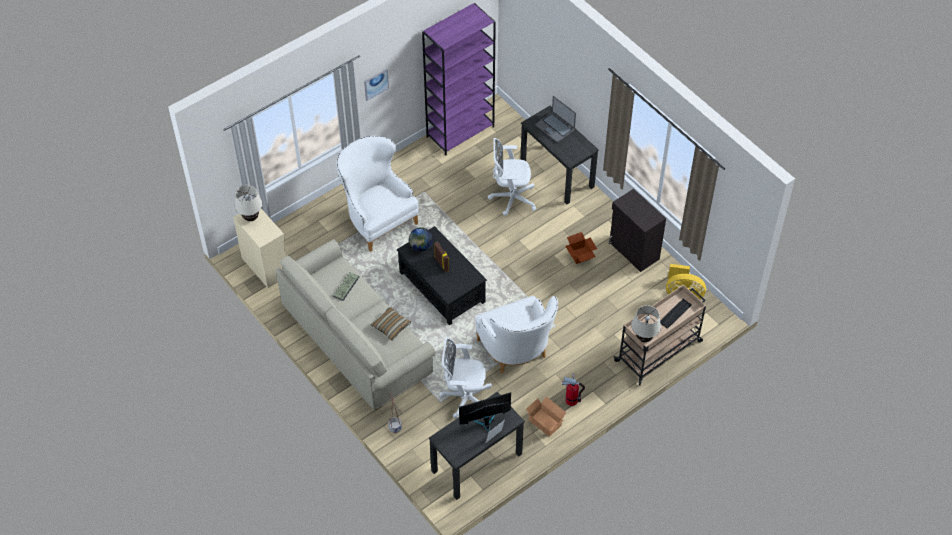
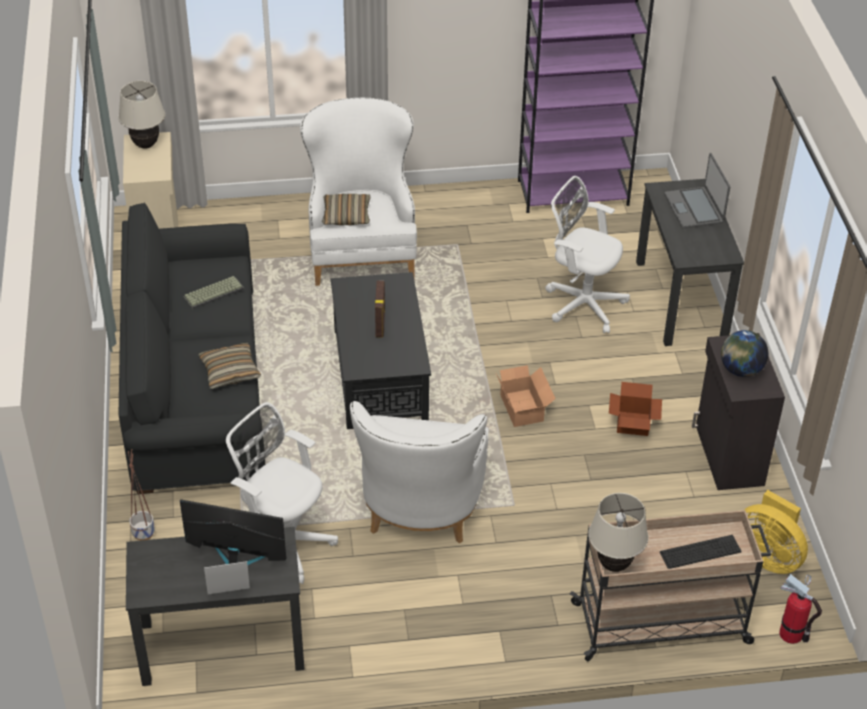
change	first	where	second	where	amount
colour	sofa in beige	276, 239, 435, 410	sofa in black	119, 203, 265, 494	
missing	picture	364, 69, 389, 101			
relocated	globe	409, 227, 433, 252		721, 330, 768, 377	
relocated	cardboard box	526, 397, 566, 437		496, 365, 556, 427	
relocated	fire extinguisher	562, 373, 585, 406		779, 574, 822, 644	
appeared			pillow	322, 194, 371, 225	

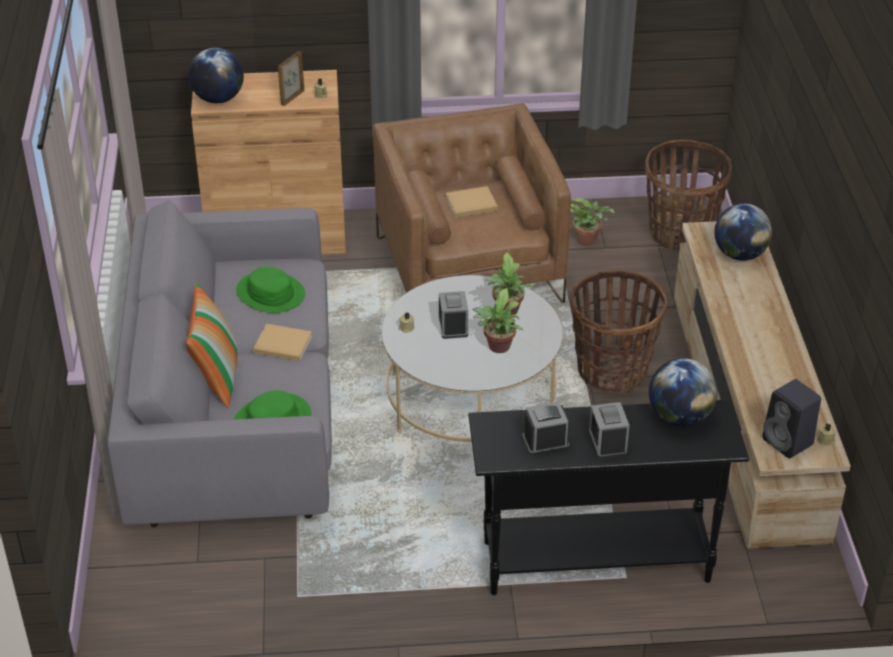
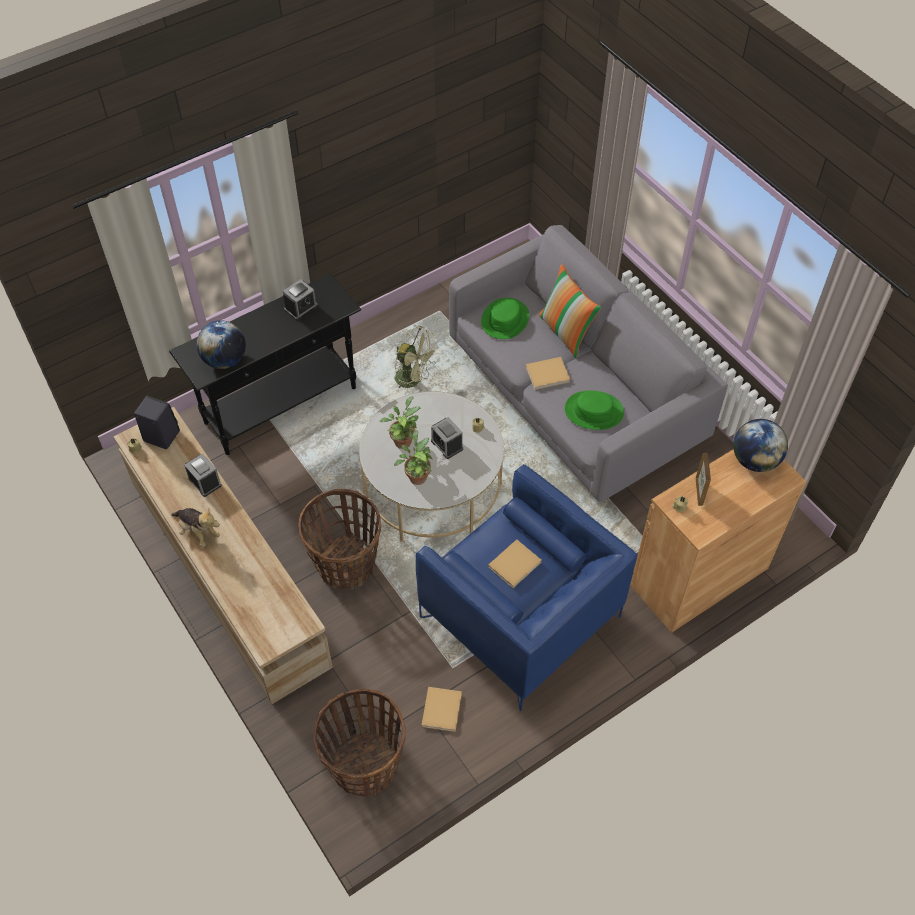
change	first	where	second	where	amount
colour	armchair in brown	373, 103, 571, 303	armchair in blue	416, 464, 637, 711	
exchanged	potted plant	571, 198, 615, 246	book in beige	421, 687, 462, 732	
relocated	alarm clock	588, 402, 629, 459		184, 453, 222, 497	
missing	globe	714, 203, 772, 261			
appeared			plush toy	171, 508, 220, 547	
appeared			fan in green	395, 326, 438, 388	

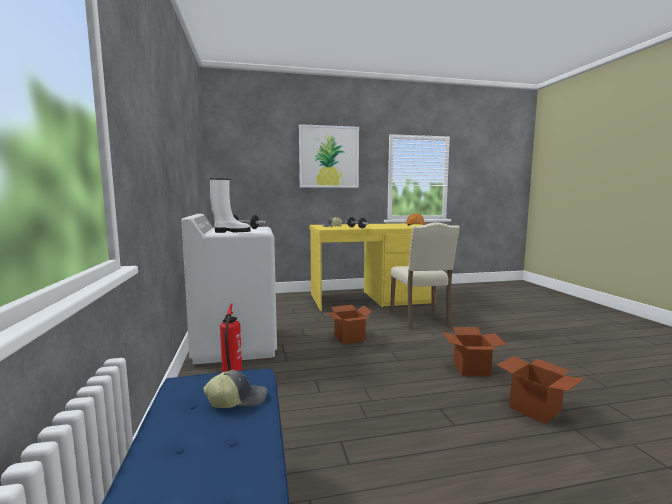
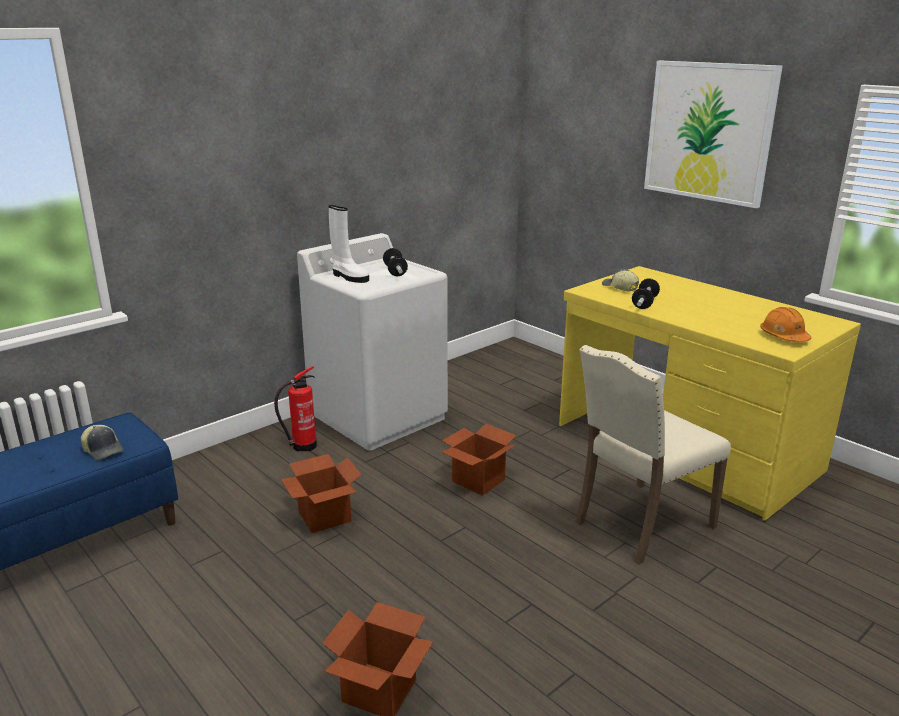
change	first	where	second	where	amount
relocated	cardboard box	442, 327, 507, 376		281, 454, 361, 533	

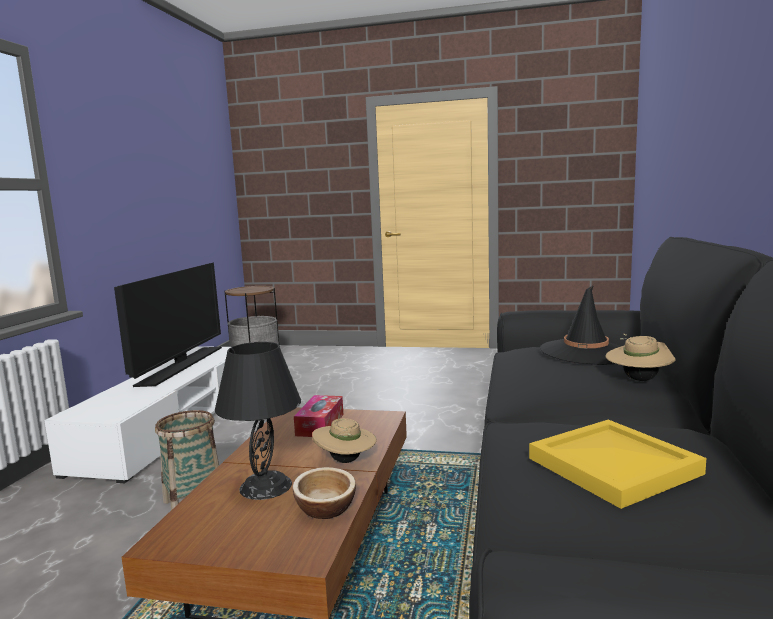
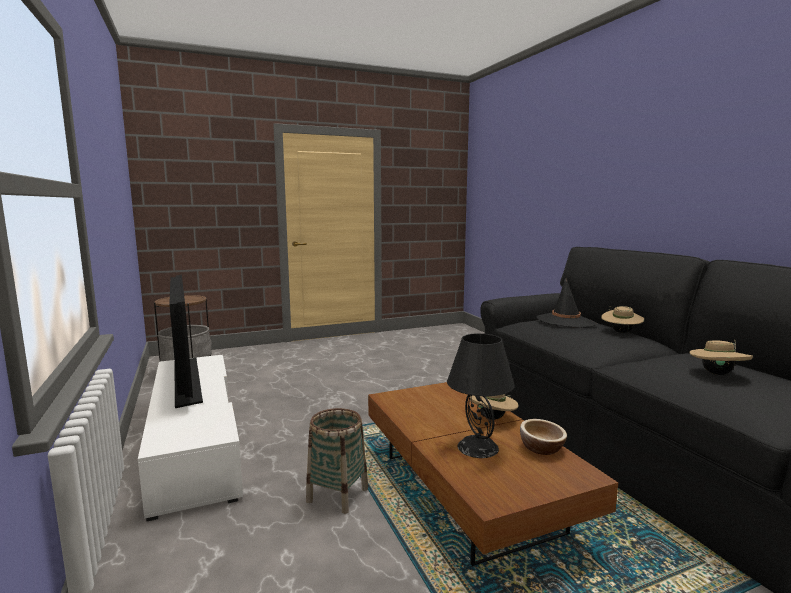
change	first	where	second	where	amount
missing	tissue box	294, 395, 344, 437			
exchanged	tray in yellow	529, 420, 706, 509	hat in beige	689, 340, 753, 375	

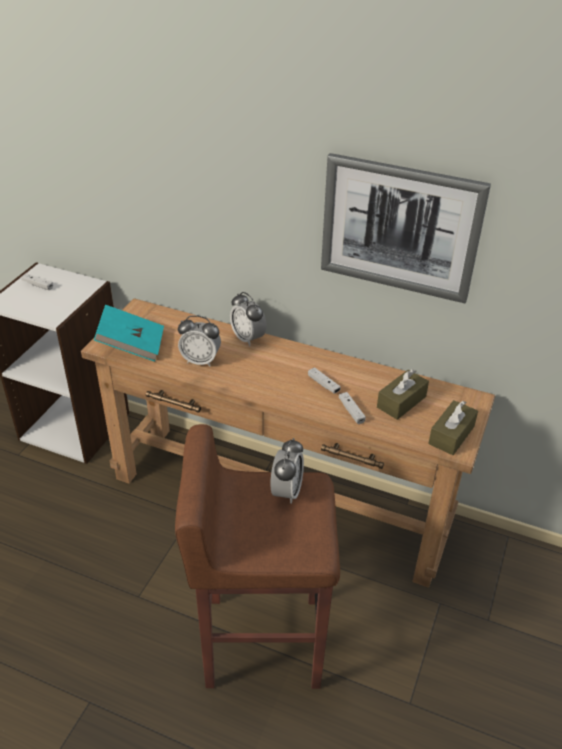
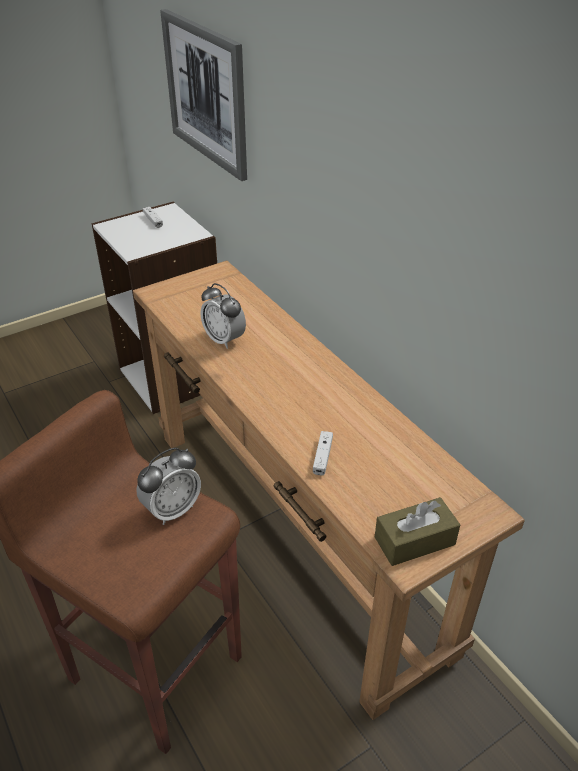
change	first	where	second	where	amount
missing	book in turquoise	94, 305, 164, 362			
missing	alarm clock	230, 292, 266, 346			
missing	game controller in white	308, 367, 341, 394			
relocated	picture	321, 153, 491, 303		160, 9, 247, 181	
missing	tissue box in brown	377, 369, 429, 420			

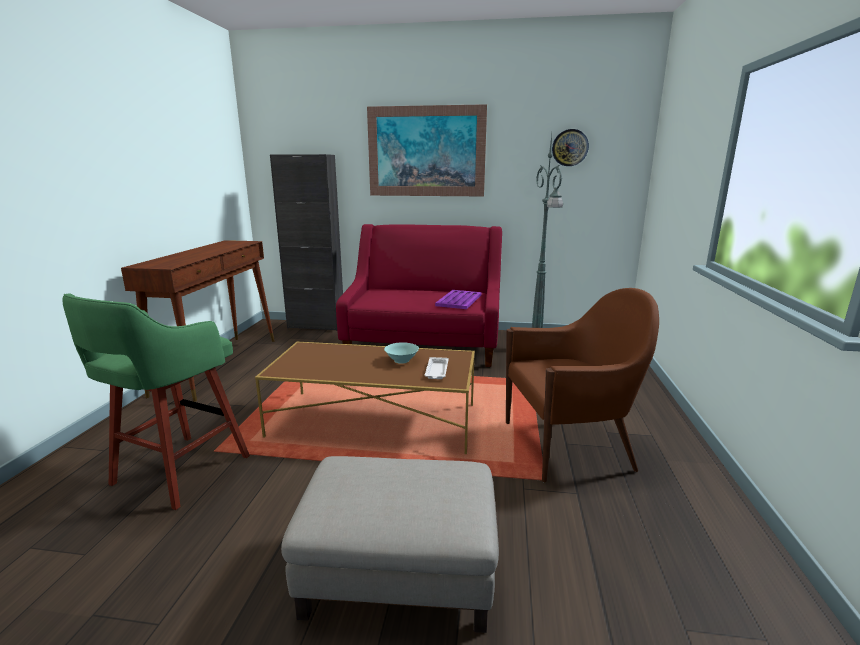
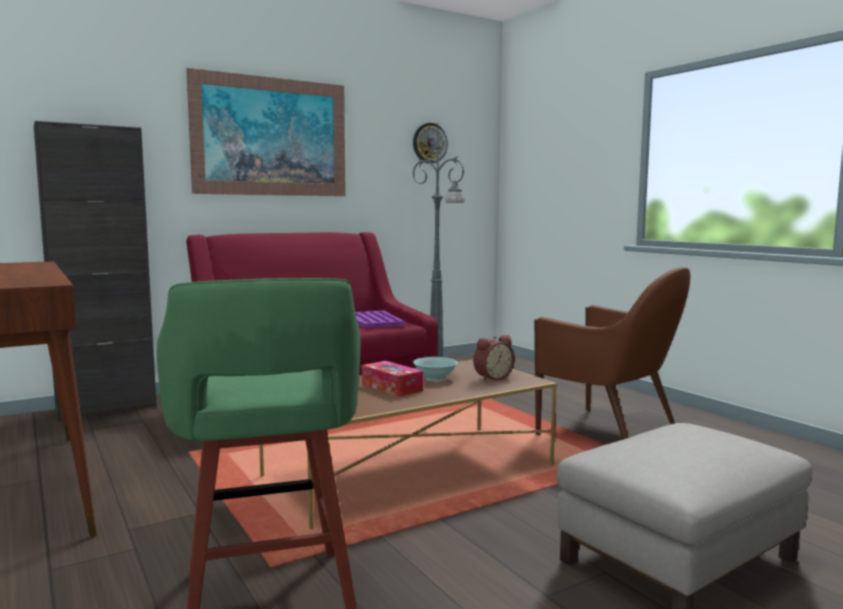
change	first	where	second	where	amount
exchanged	tray in white	425, 357, 449, 379	alarm clock	473, 335, 515, 381	
spun	armchair in brown	506, 288, 659, 483		534, 267, 690, 439	90 degrees clockwise
appeared			tissue box	362, 361, 423, 397	

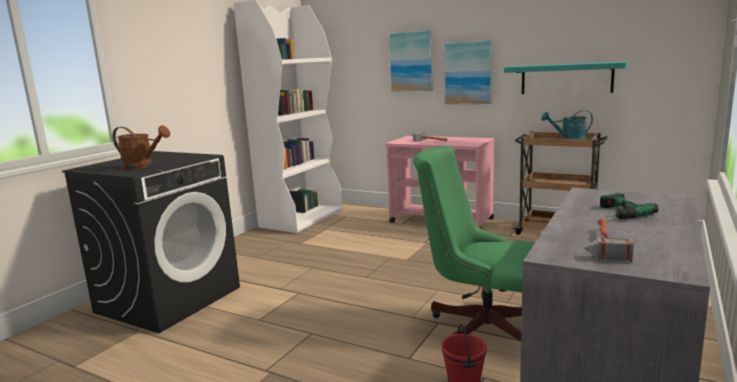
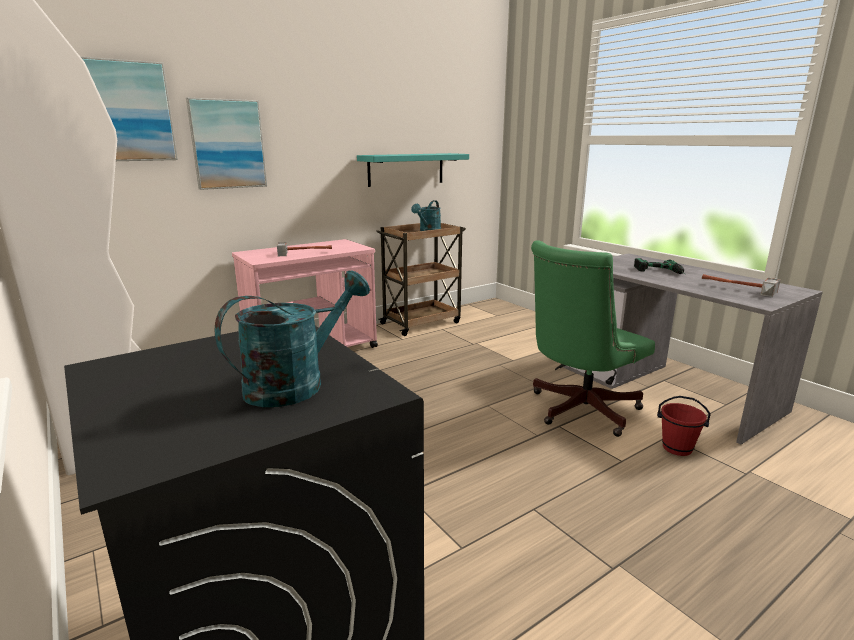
change	first	where	second	where	amount
colour	watering can in brown	113, 125, 170, 170	watering can in turquoise	214, 271, 370, 407	
relocated	picture	443, 40, 493, 104		81, 57, 178, 161	

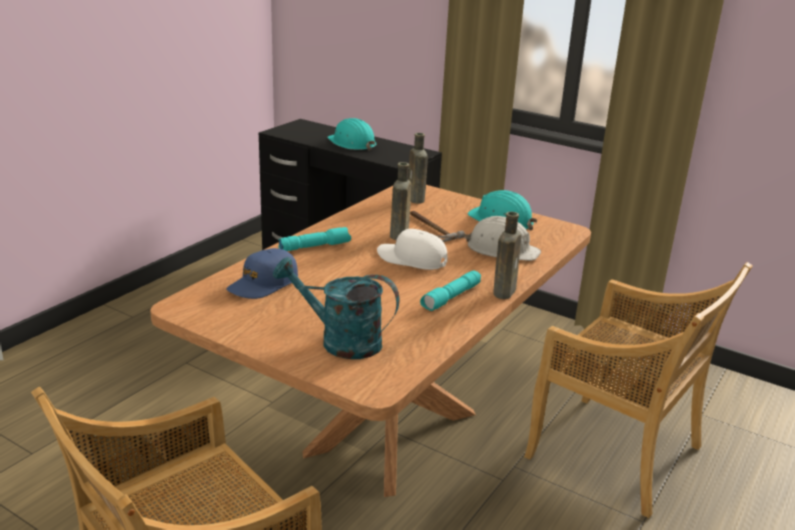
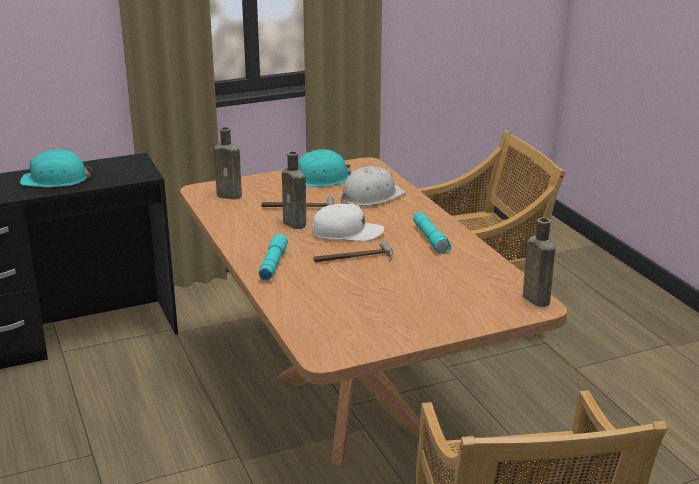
change	first	where	second	where	amount
missing	cap in blue	226, 248, 298, 299			
missing	watering can in turquoise	273, 257, 399, 359			
spun	cap in white	377, 229, 448, 270		312, 204, 384, 241	150 degrees counterclockwise
relocated	bottle in brown	493, 212, 522, 299		523, 218, 556, 307	
appeared			hammer	313, 241, 393, 262	

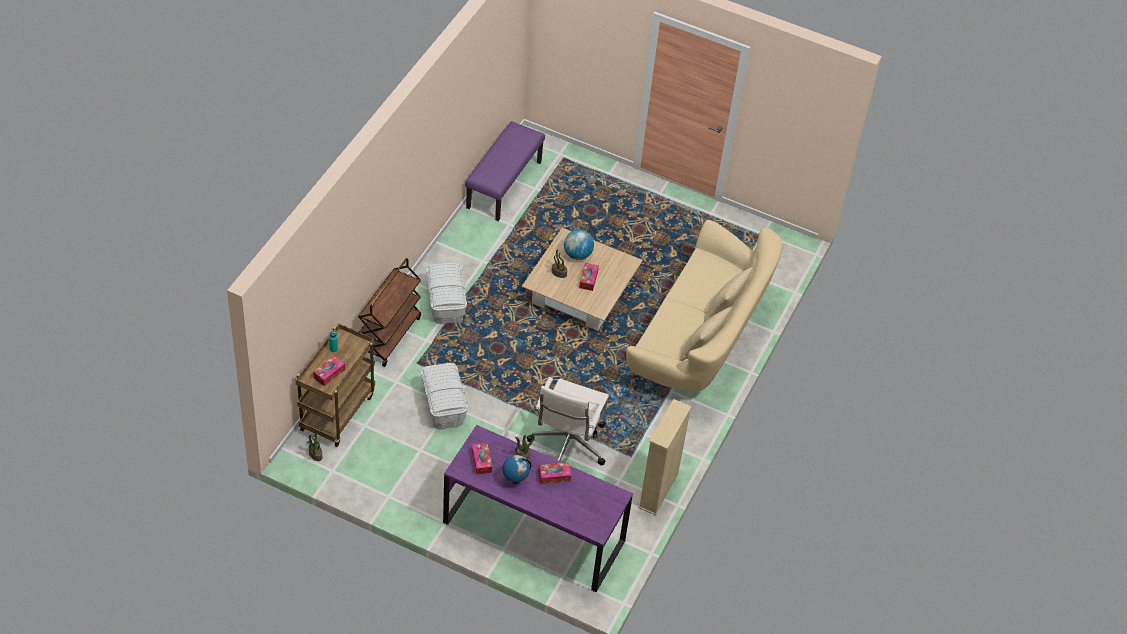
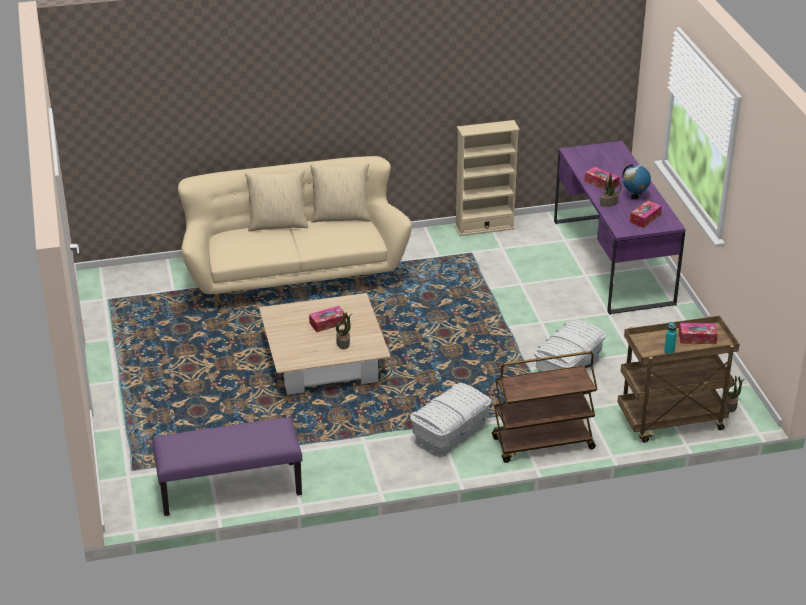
change	first	where	second	where	amount
missing	office chair in white	527, 377, 609, 465			
missing	globe	564, 230, 594, 260			

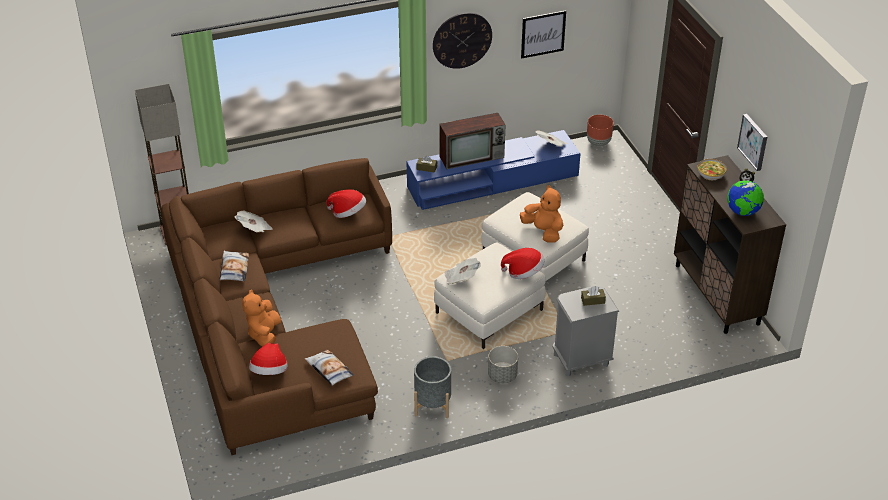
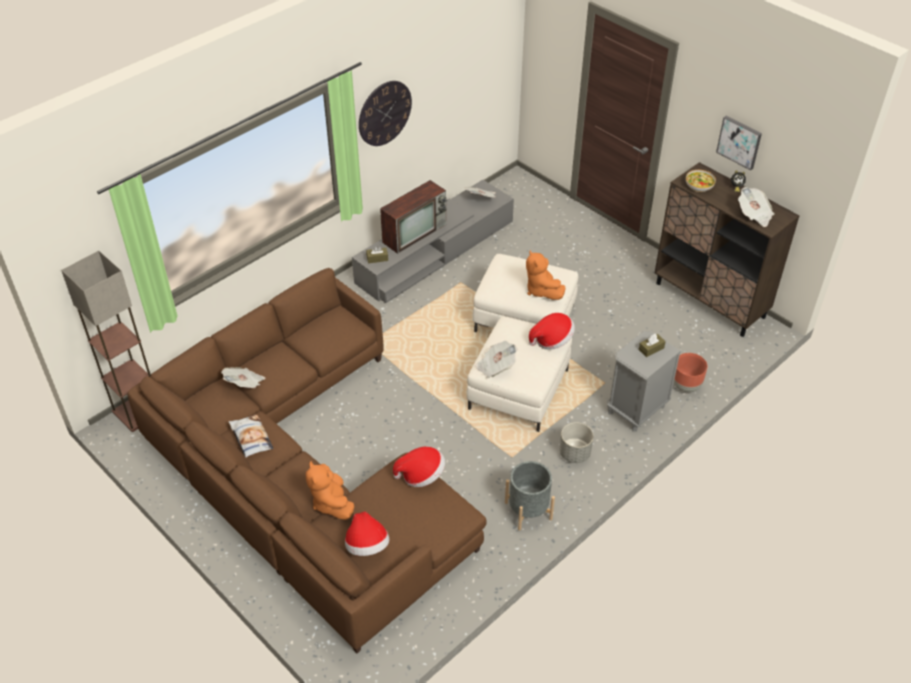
change	first	where	second	where	amount
missing	pillow	304, 349, 354, 386			
relocated	hat	326, 189, 366, 218		393, 446, 445, 487	
colour	tv stand in blue	406, 130, 581, 210	tv stand in grey	352, 180, 514, 303	
spun	plush toy in orange	520, 185, 563, 243		526, 250, 566, 300	135 degrees counterclockwise
missing	picture	521, 10, 566, 59			
relocated	planter in brown	587, 115, 614, 146		674, 353, 707, 392	
exchanged	globe	727, 180, 764, 216	newspaper	738, 187, 775, 227	

